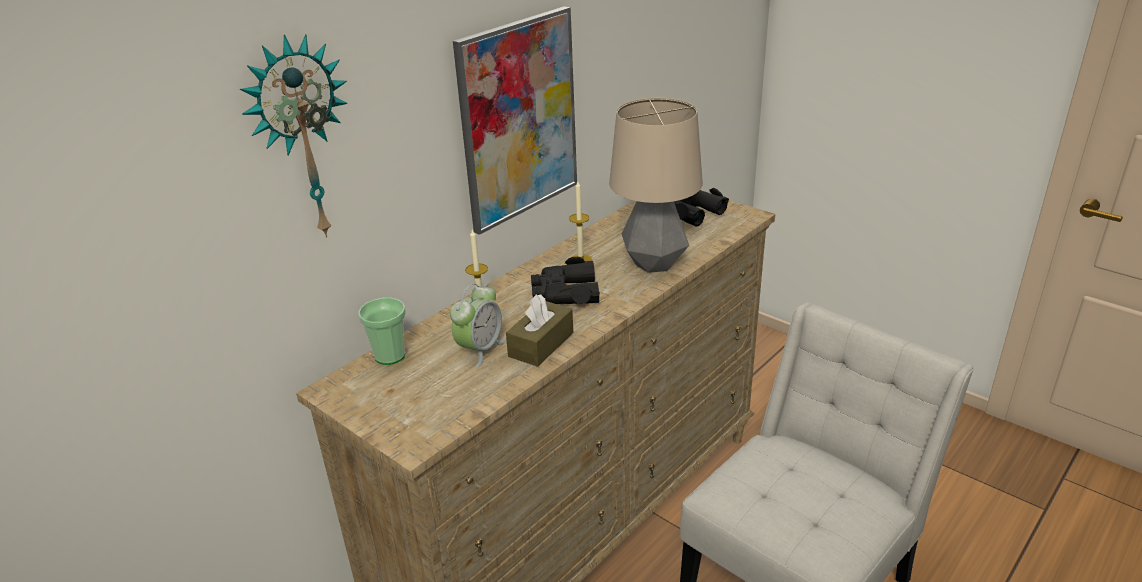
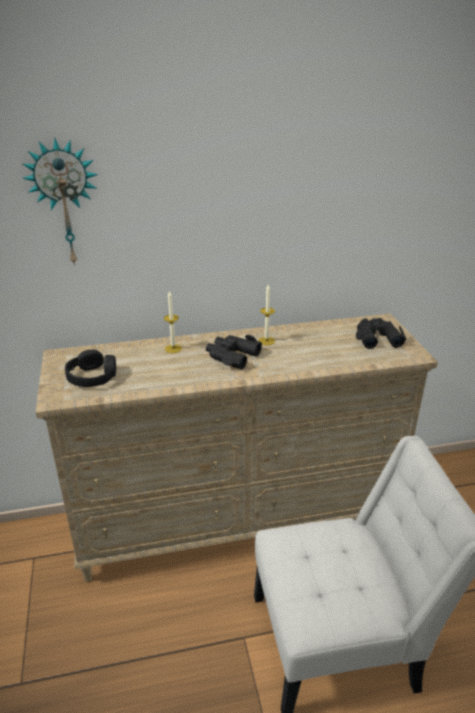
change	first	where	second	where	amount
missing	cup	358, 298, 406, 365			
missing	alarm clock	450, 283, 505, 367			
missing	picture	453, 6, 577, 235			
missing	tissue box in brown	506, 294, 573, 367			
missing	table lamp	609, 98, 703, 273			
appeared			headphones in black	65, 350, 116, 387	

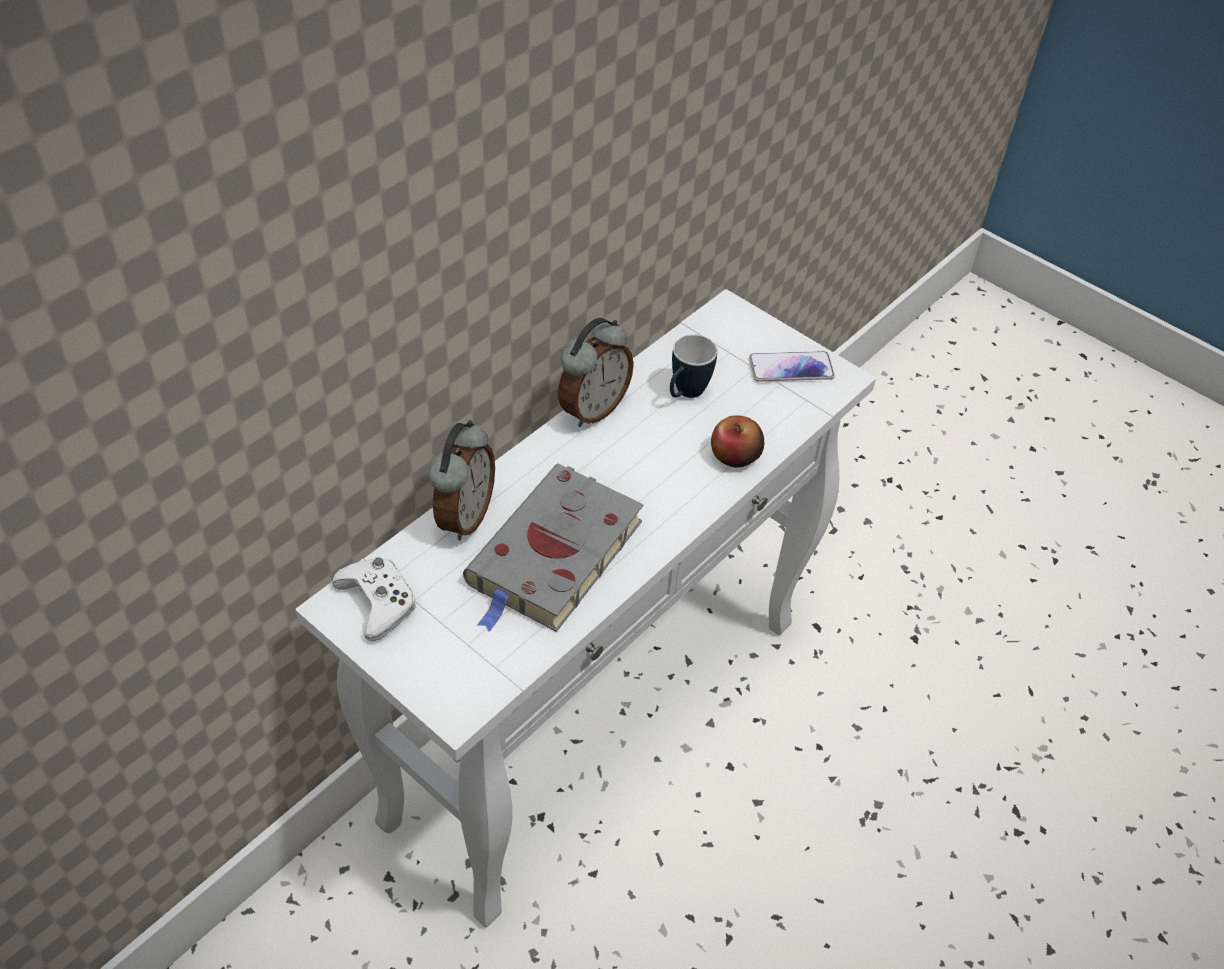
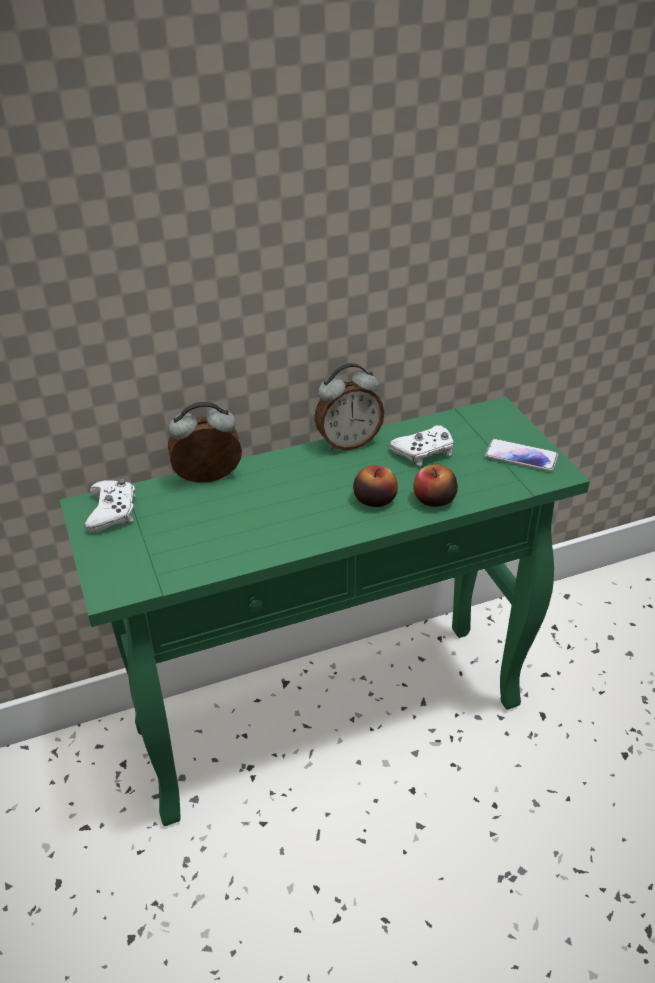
change	first	where	second	where	amount
colour	console table in white	296, 289, 876, 927	console table in green	60, 397, 590, 826	
spun	alarm clock	429, 420, 495, 540		168, 402, 242, 483	150 degrees counterclockwise
missing	book in grey	463, 464, 644, 632			
exchanged	mug	670, 334, 718, 398	game controller in white	389, 425, 454, 466	
appeared			apple	353, 465, 398, 507	

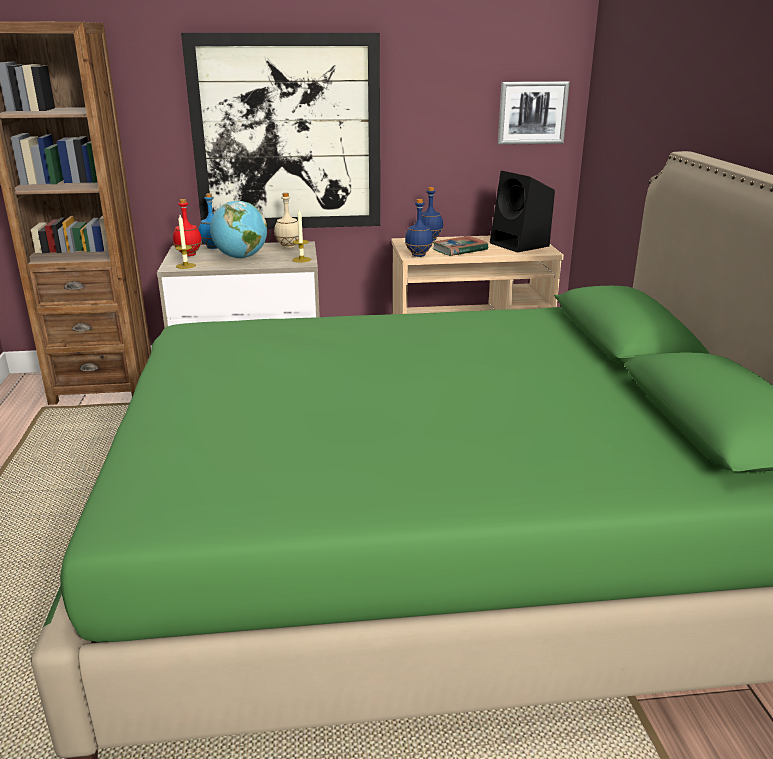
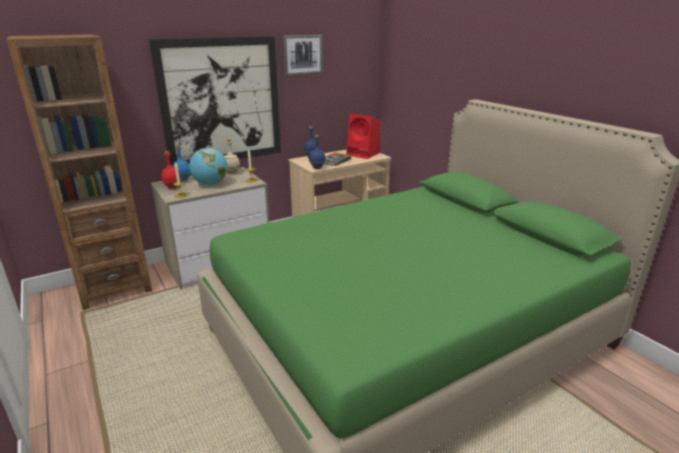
change	first	where	second	where	amount
colour	speaker in black	490, 171, 555, 253	speaker in red	346, 113, 380, 159	
relocated	picture	498, 81, 570, 145		283, 35, 323, 76	

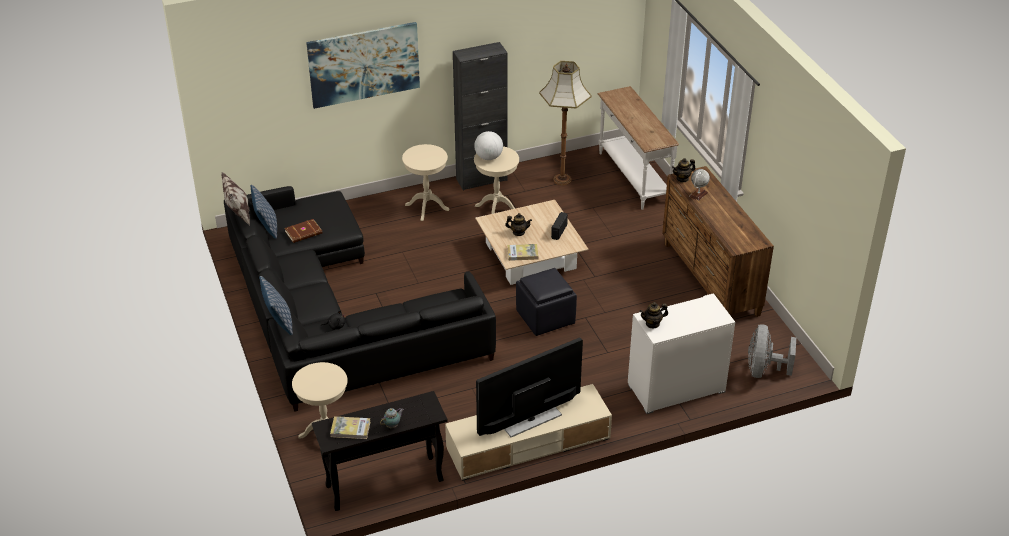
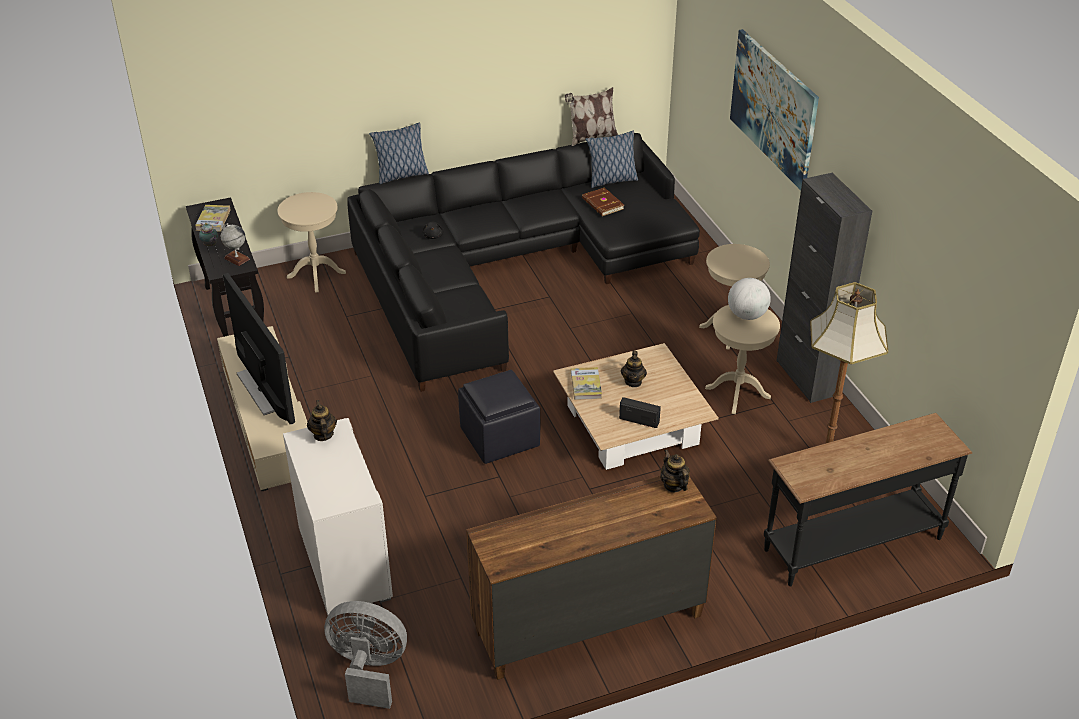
change	first	where	second	where	amount
colour	console table in white	597, 86, 679, 210	console table in black	764, 413, 972, 586	
relocated	globe	689, 169, 710, 201		221, 223, 250, 266	

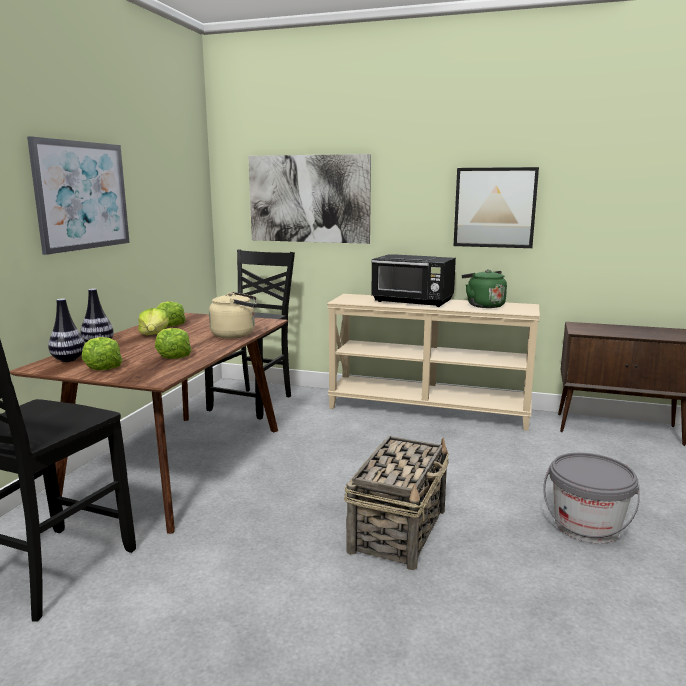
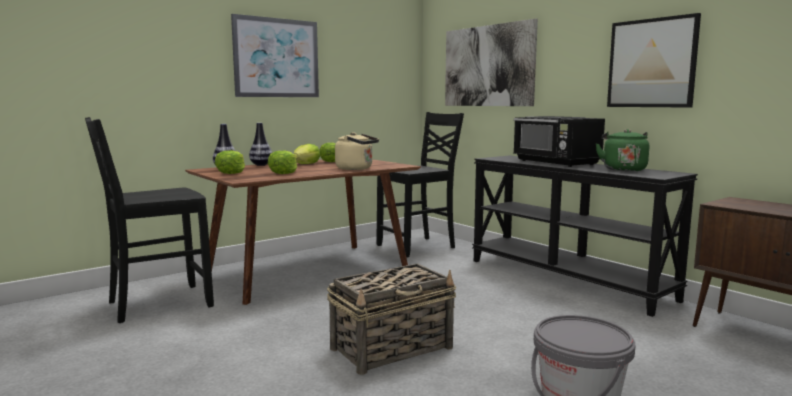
change	first	where	second	where	amount
colour	console table in beige	327, 294, 540, 431	console table in black	472, 155, 698, 317	

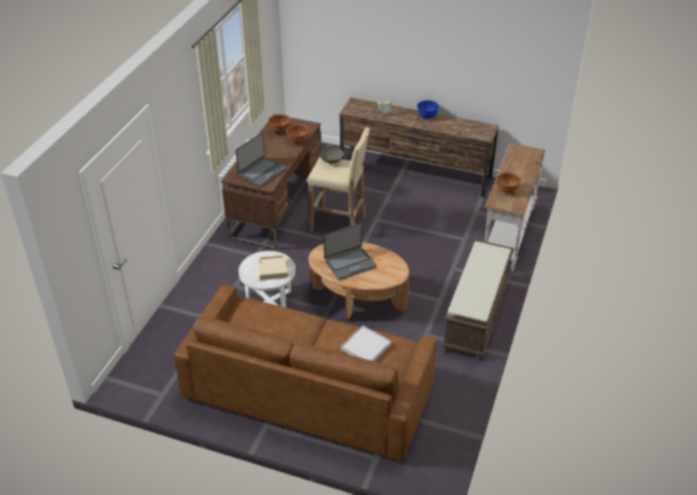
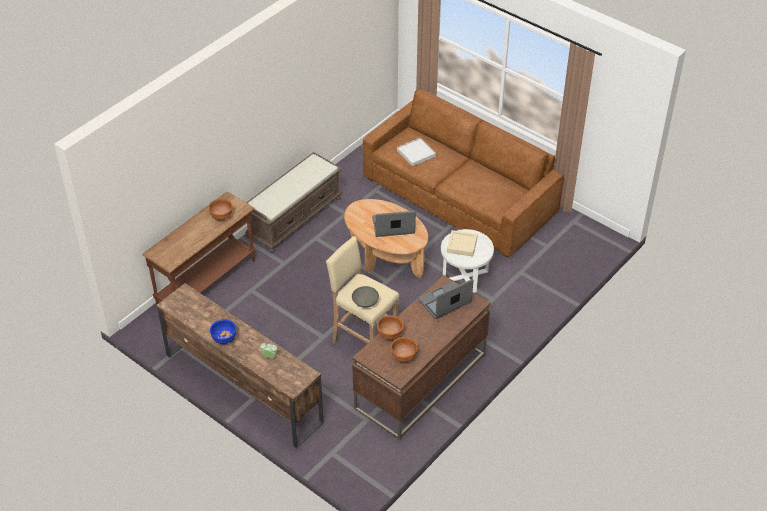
change	first	where	second	where	amount
colour	console table in white	484, 143, 546, 271	console table in brown	142, 191, 255, 304	

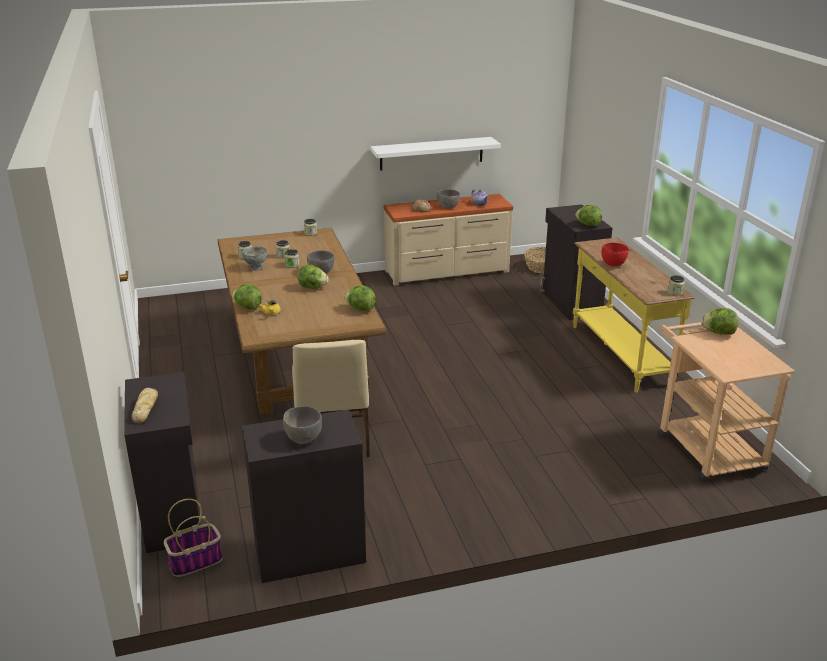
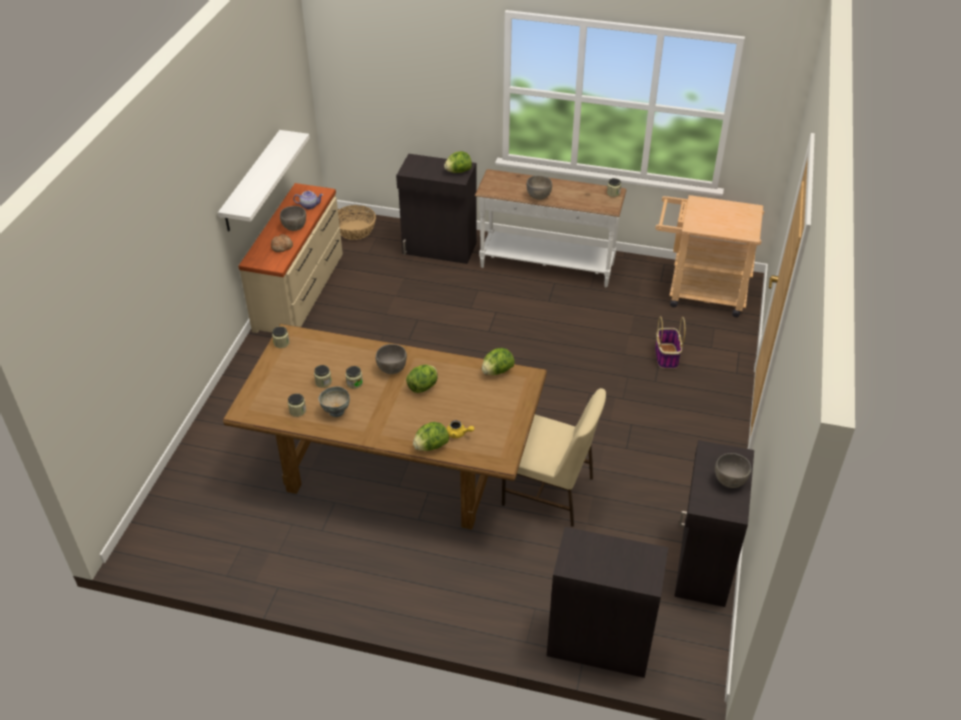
change	first	where	second	where	amount
missing	bread	131, 388, 158, 424			
relocated	basket	164, 499, 222, 577		655, 316, 685, 369	
colour	console table in yellow	573, 237, 694, 393	console table in white	475, 169, 626, 287	
colour	bowl in red	601, 243, 628, 266	bowl in grey	527, 175, 552, 200	
missing	lettuce	701, 308, 738, 335			

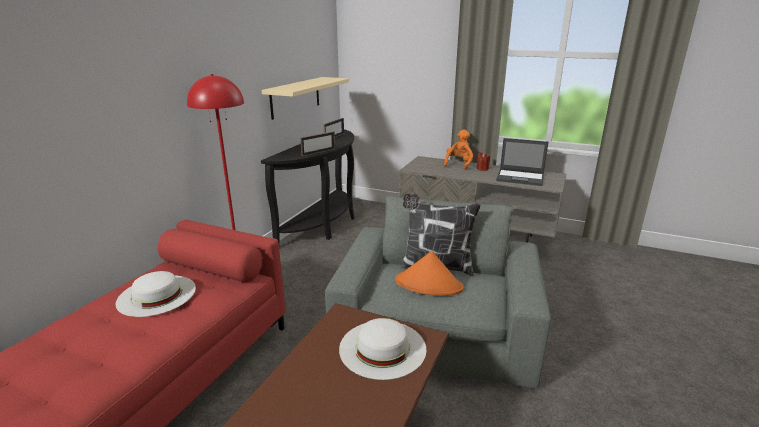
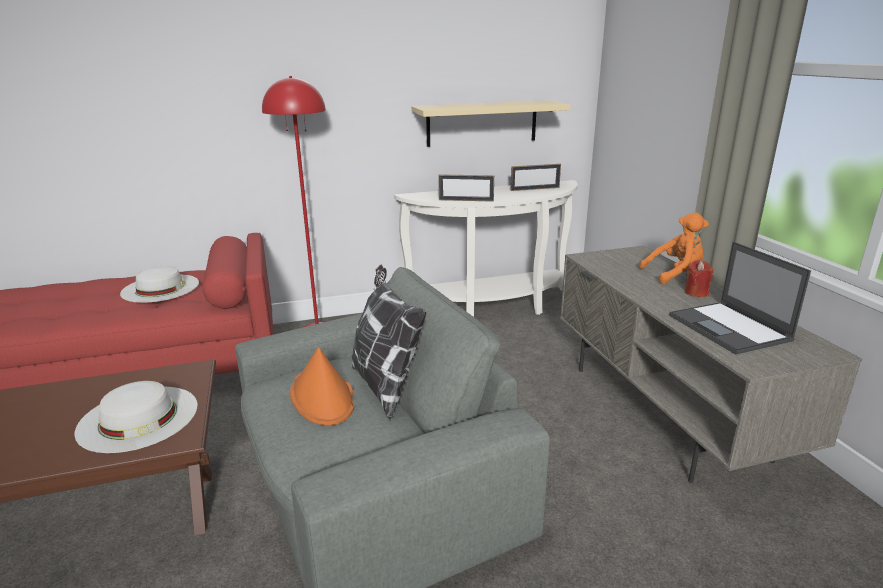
change	first	where	second	where	amount
colour	console table in black	261, 129, 355, 242	console table in white	394, 180, 578, 317	

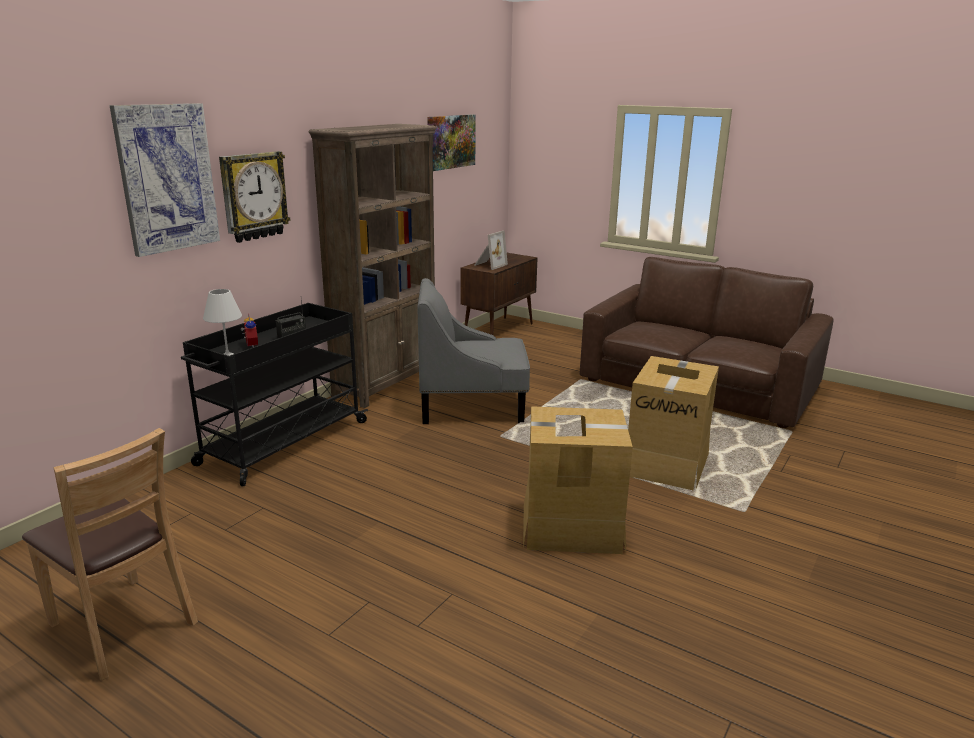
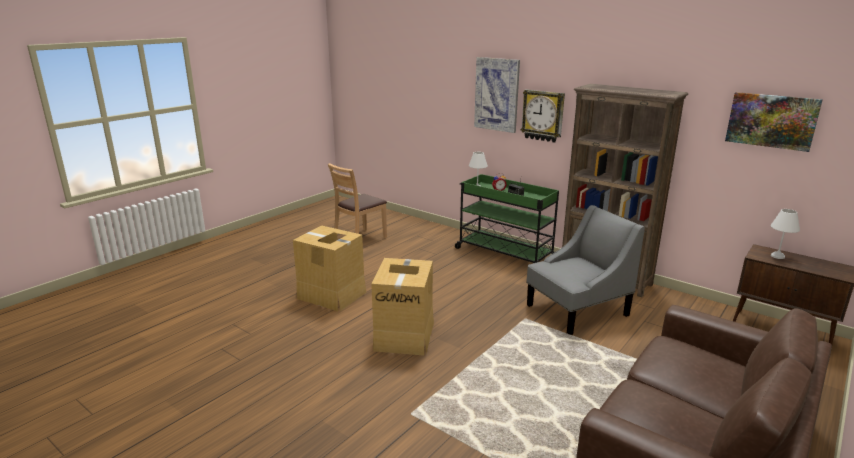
change	first	where	second	where	amount
colour	cart in black	181, 303, 368, 486	cart in green	455, 174, 559, 263	
spun	armchair in grey	417, 278, 530, 424		526, 205, 645, 335	60 degrees clockwise
exchanged	picture frame	474, 231, 508, 270	table lamp in white	771, 209, 800, 259	
relocated	cardboard box	628, 356, 719, 490		293, 225, 366, 311	

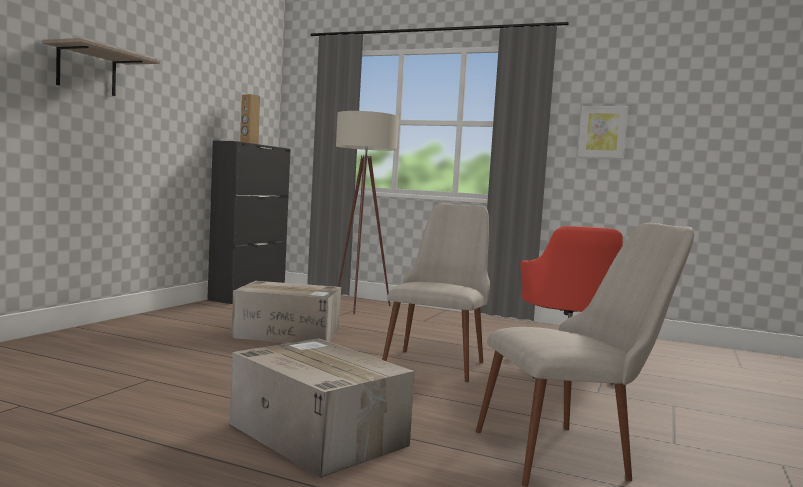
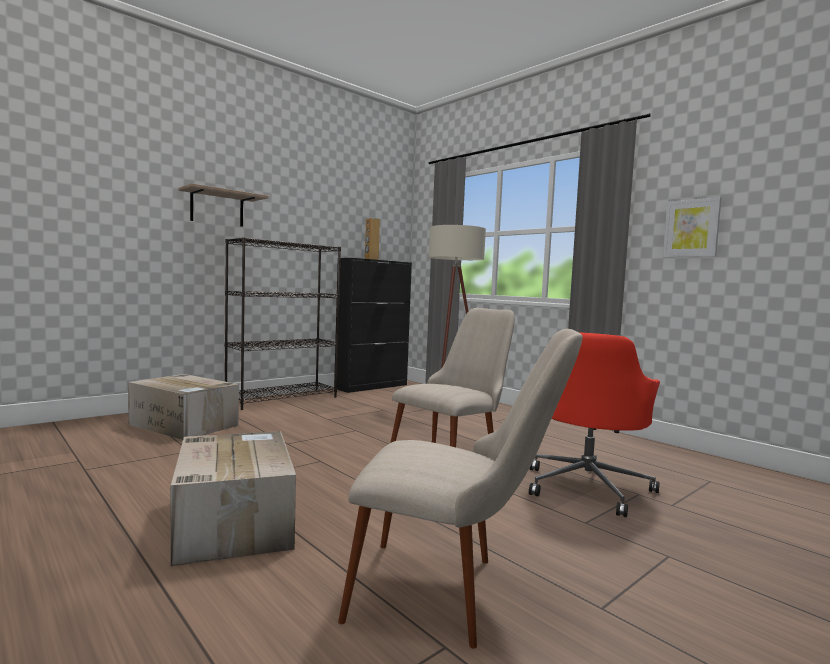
change	first	where	second	where	amount
relocated	cardboard box	231, 281, 341, 343		128, 374, 239, 440	
appeared			bookcase in black	225, 237, 341, 410	

